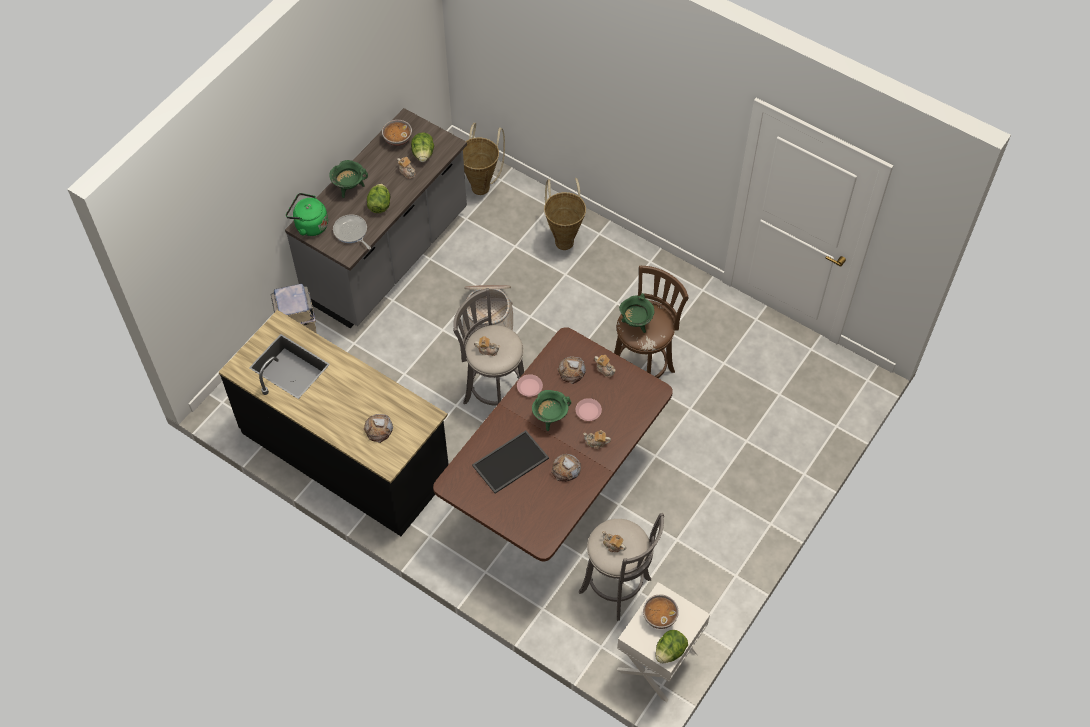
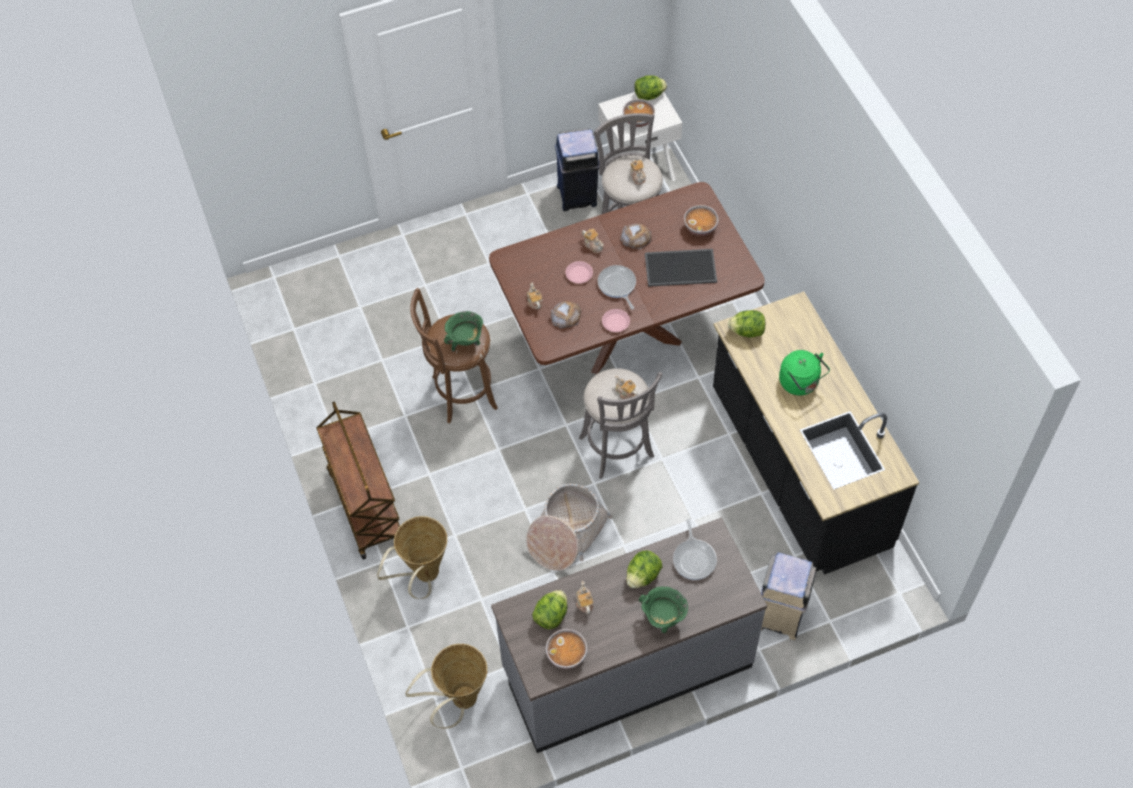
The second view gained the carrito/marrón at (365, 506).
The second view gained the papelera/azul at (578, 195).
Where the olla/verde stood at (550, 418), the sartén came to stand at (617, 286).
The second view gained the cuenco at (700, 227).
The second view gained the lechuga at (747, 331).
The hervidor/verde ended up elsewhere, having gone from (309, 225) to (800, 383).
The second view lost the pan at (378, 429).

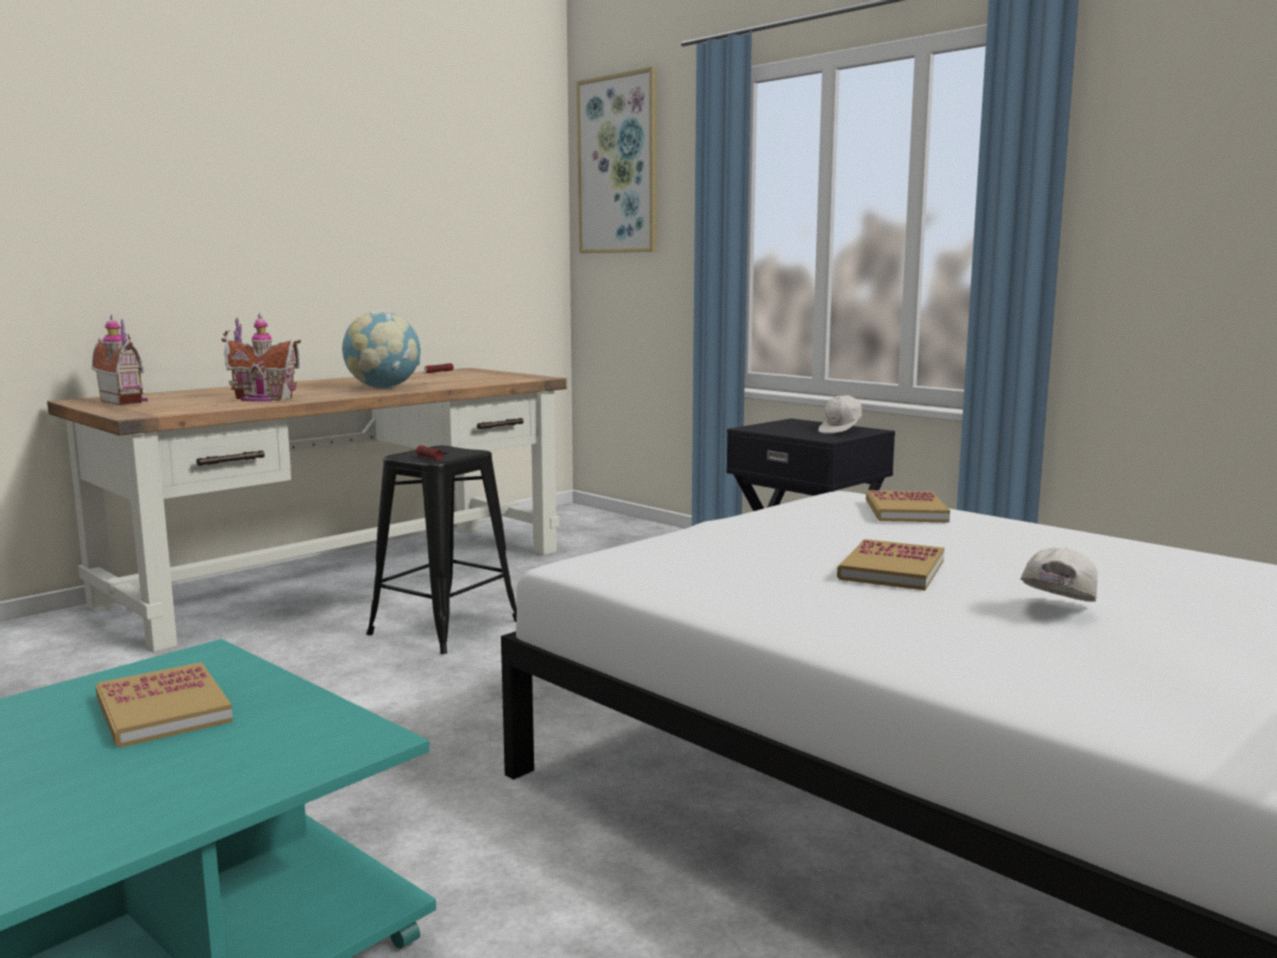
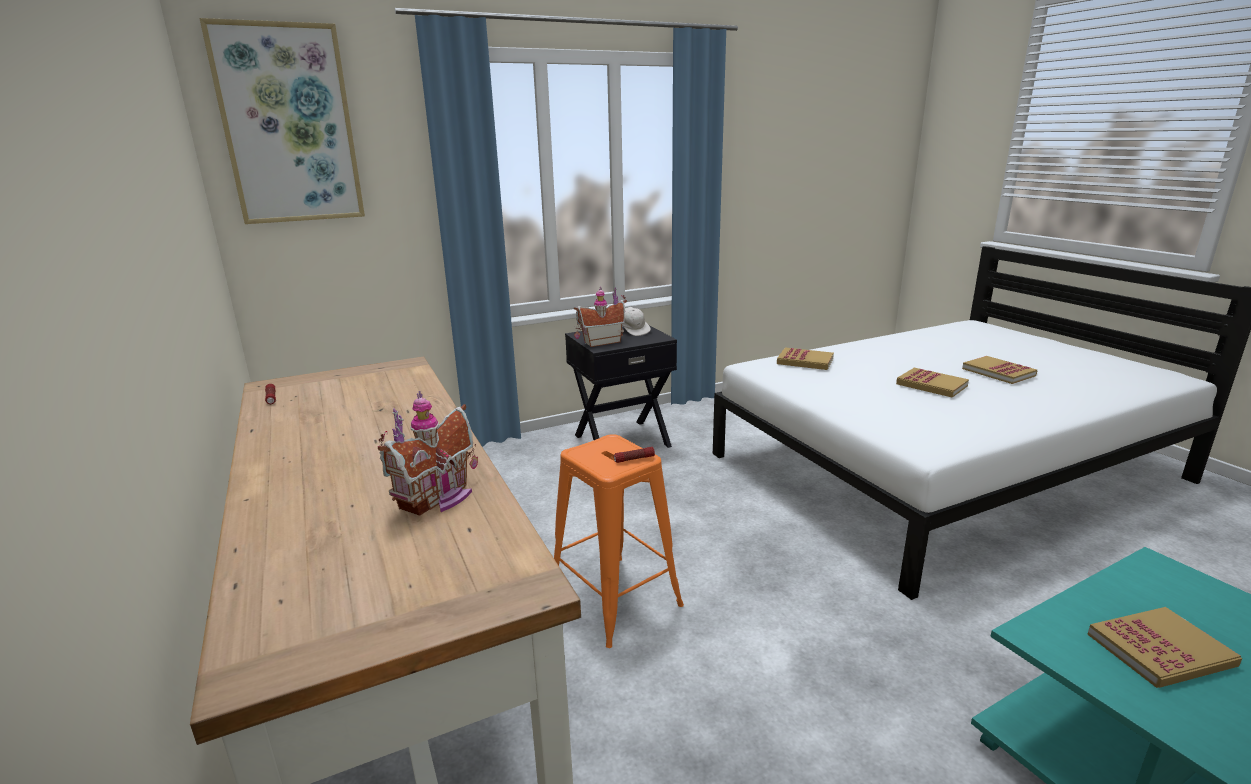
What was the taburete/negro at (445, 627) turned into the taburete/naranja at (614, 598).
The casita ended up elsewhere, having gone from (126, 401) to (600, 342).
Where the gorra/blanco stood at (1056, 610), the libro came to stand at (998, 372).
The second view lost the globo terráqueo at (383, 388).

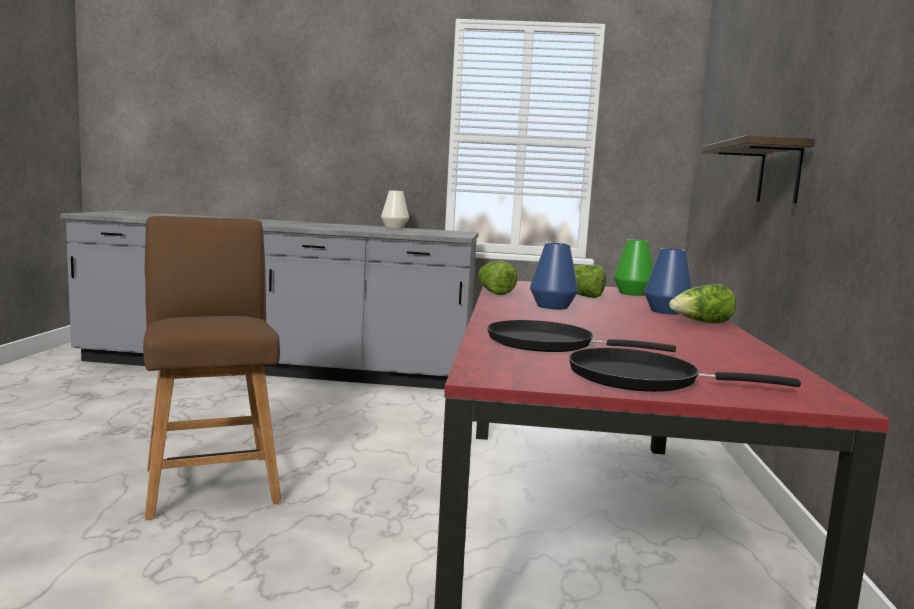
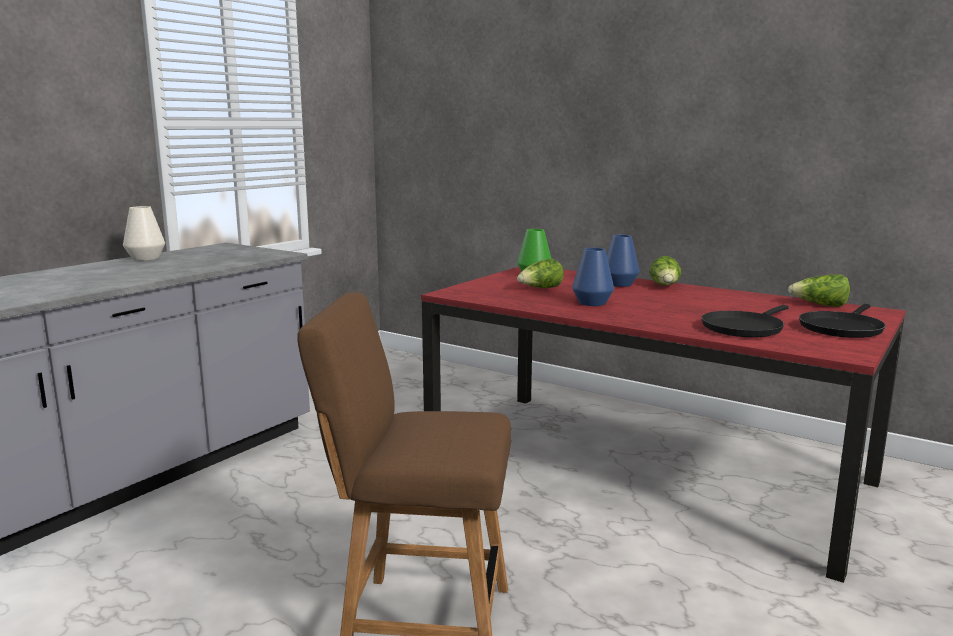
The lechuga ended up elsewhere, having gone from (494, 292) to (820, 305).
The second view lost the estante at (779, 173).

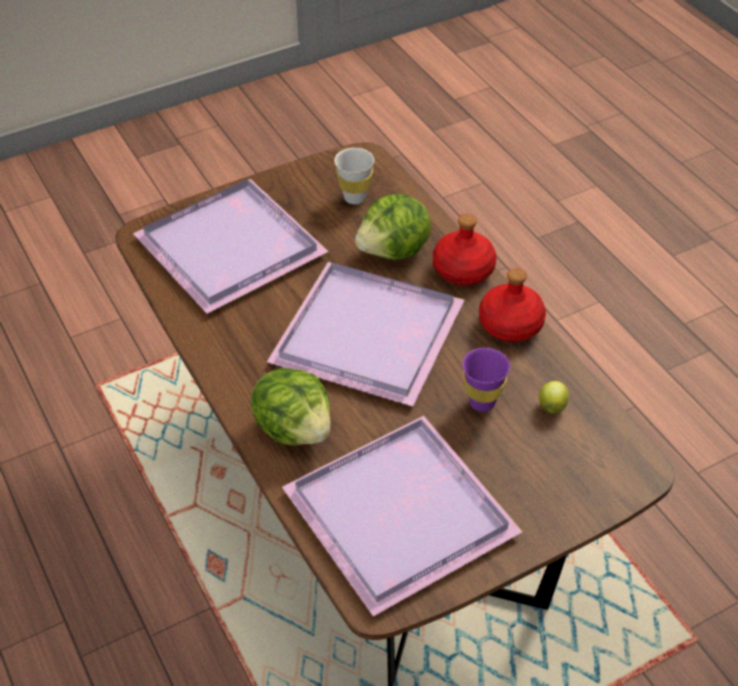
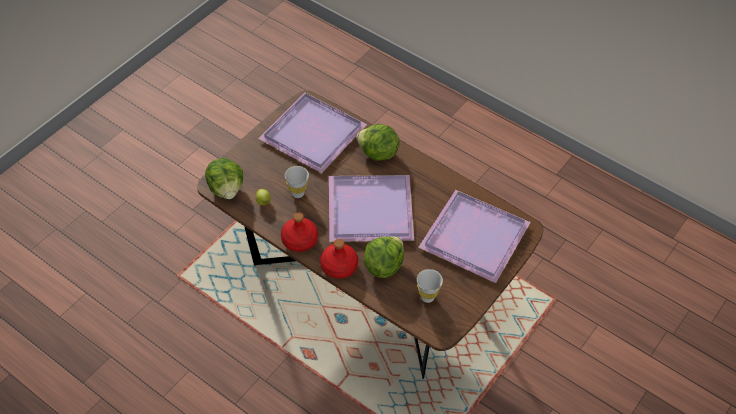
The second view gained the lechuga at (226, 189).
What was the taza/morado at (482, 402) turned into the taza/blanco at (297, 193).

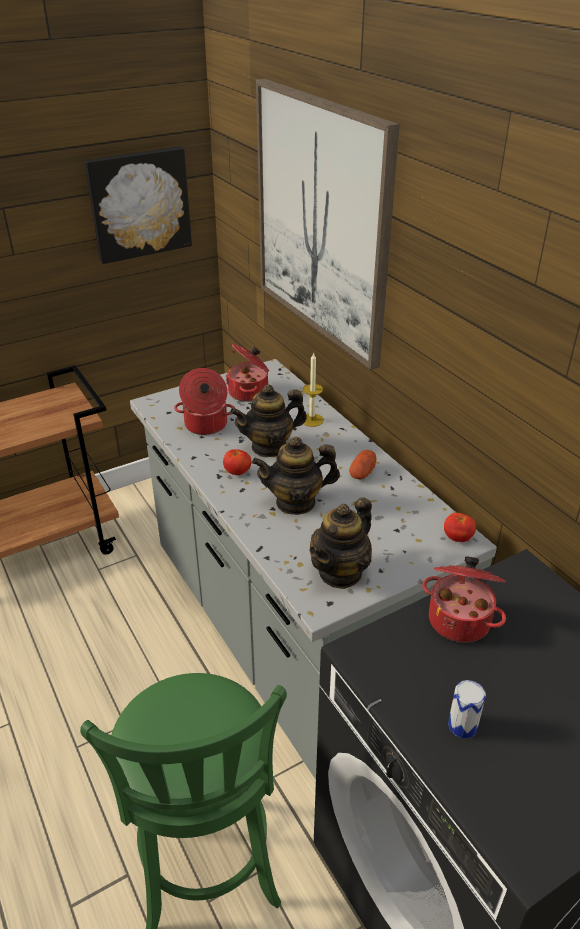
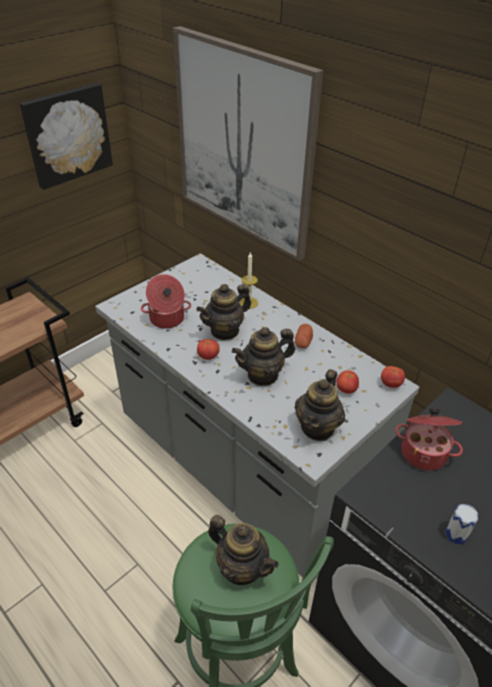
The second view gained the tetera at (241, 567).
The second view gained the tomate at (346, 390).
The second view lost the olla at (249, 392).

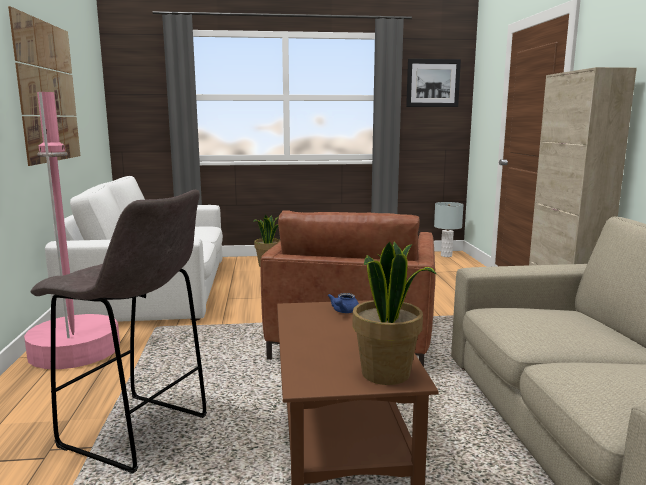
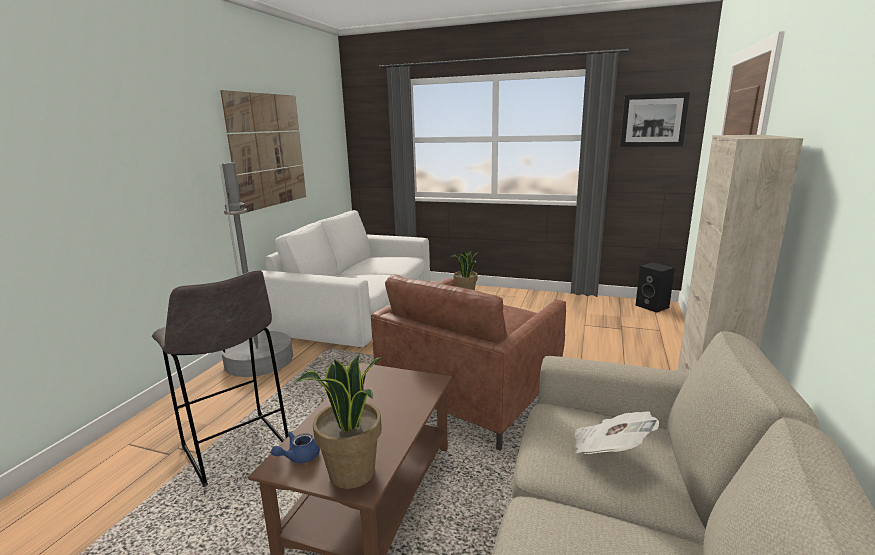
What was the lámpara de pie/rosa at (74, 351) turned into the lámpara de pie/gris at (259, 361).
The tetera/azul ended up elsewhere, having gone from (343, 311) to (299, 457).
The second view gained the periódico at (609, 449).
Where the lámpara de mesa/gris stood at (446, 255), the altavoz/negro came to stand at (653, 306).

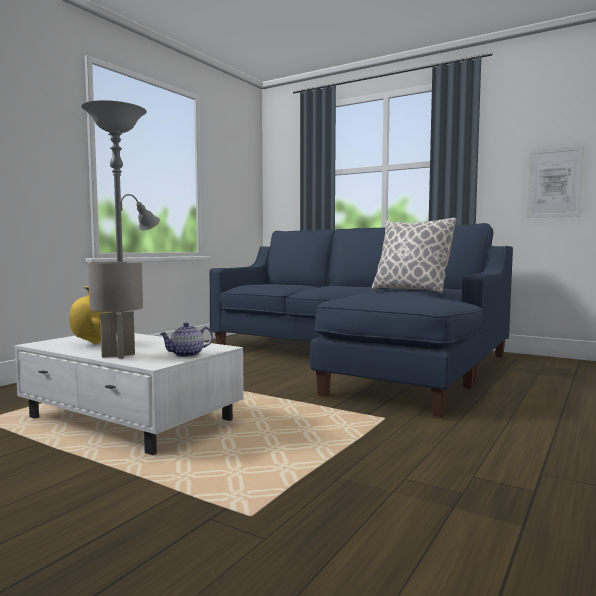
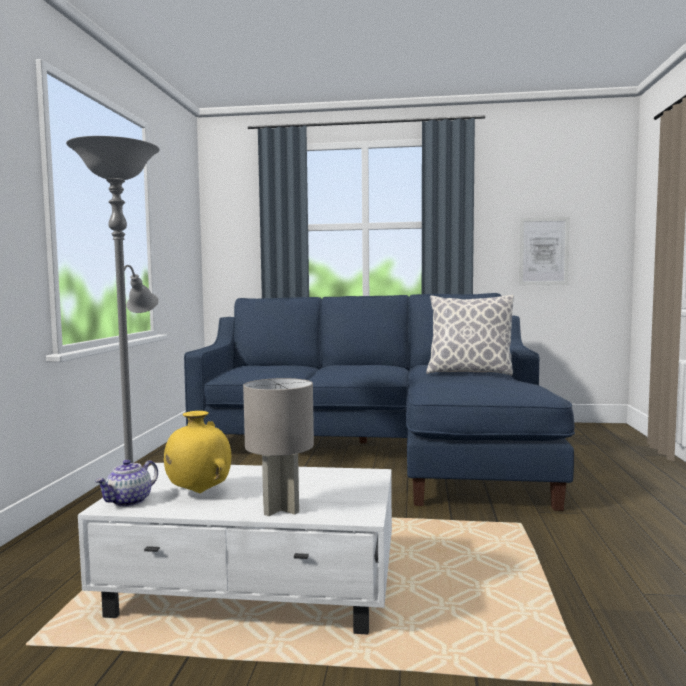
The tetera ended up elsewhere, having gone from (187, 354) to (129, 501).

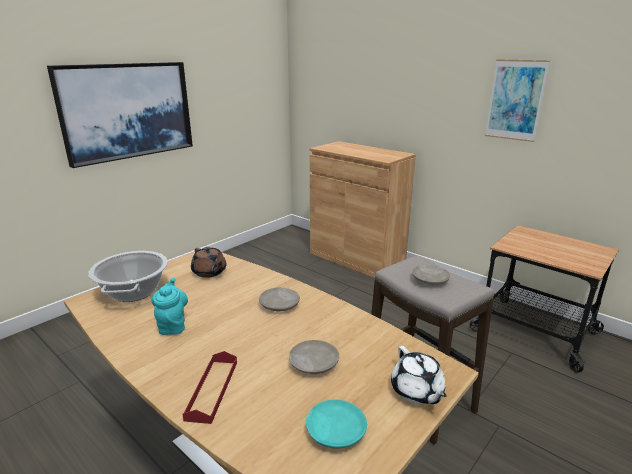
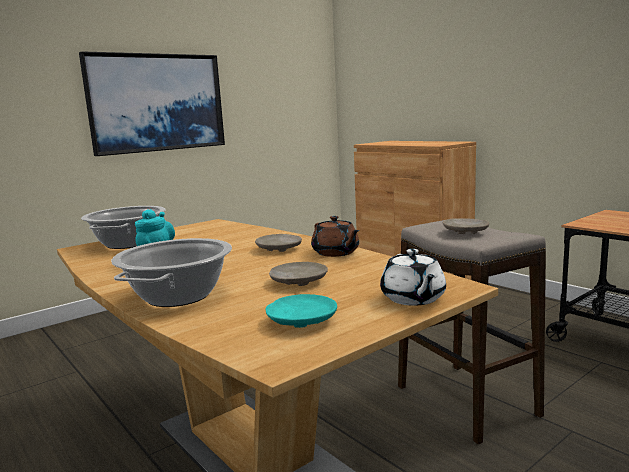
Where the bandeja/rojo stood at (212, 389), the olla came to stand at (178, 296).
The tetera/marrón ended up elsewhere, having gone from (209, 272) to (336, 253).
The second view lost the cuadro at (515, 100).

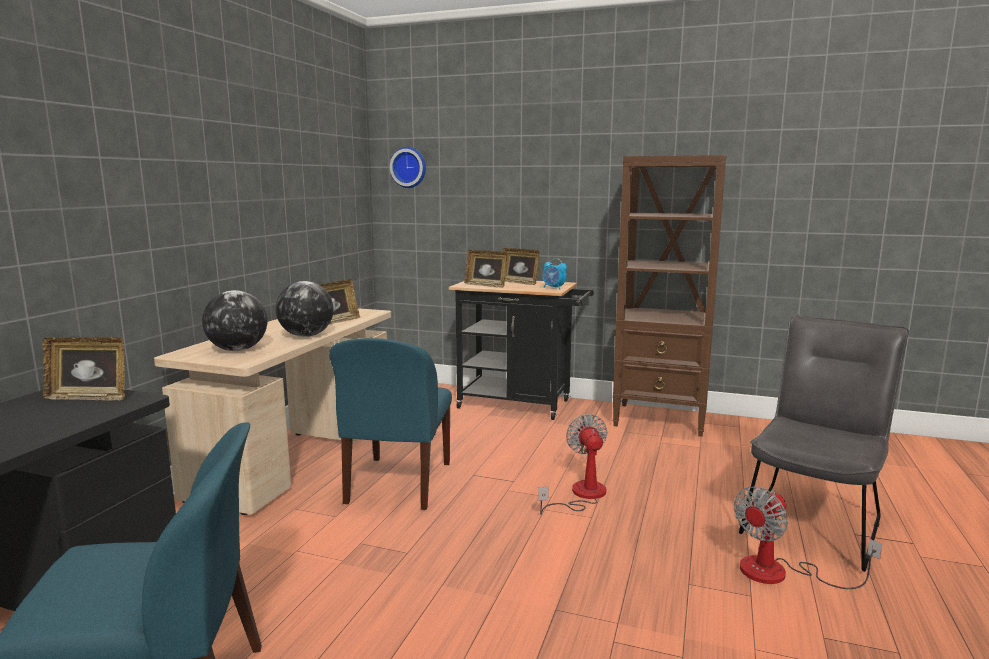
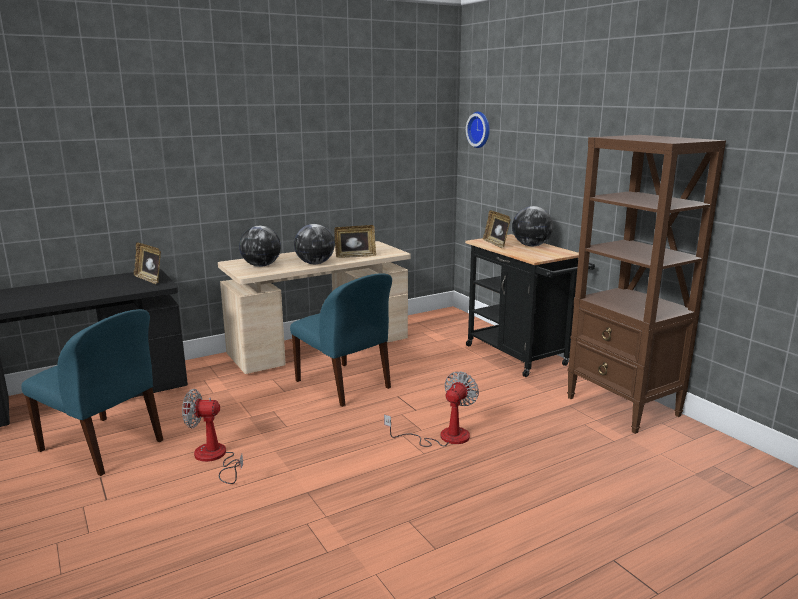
The ventilador ended up elsewhere, having gone from (780, 573) to (215, 458).
The silla/azul at (398, 484) ended up facing another way, 90 degrees counterclockwise from before.
Where the portarretratos stood at (519, 282), the globo terráqueo came to stand at (531, 245).
The second view lost the despertador at (554, 288).
The second view lost the silla/gris at (814, 521).

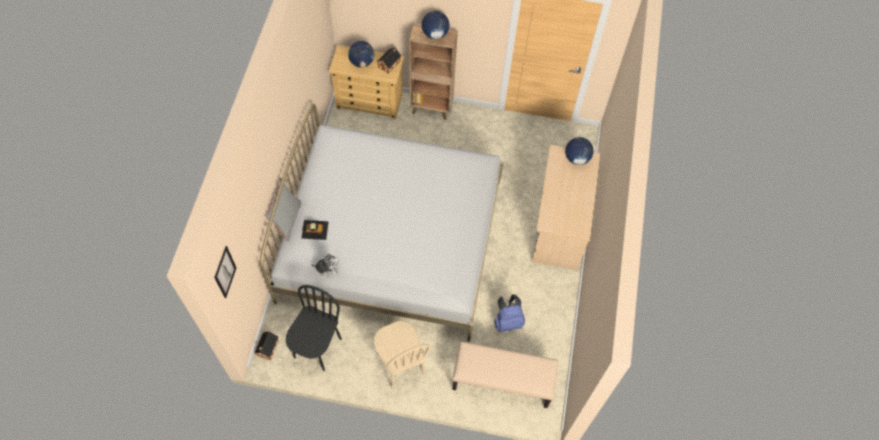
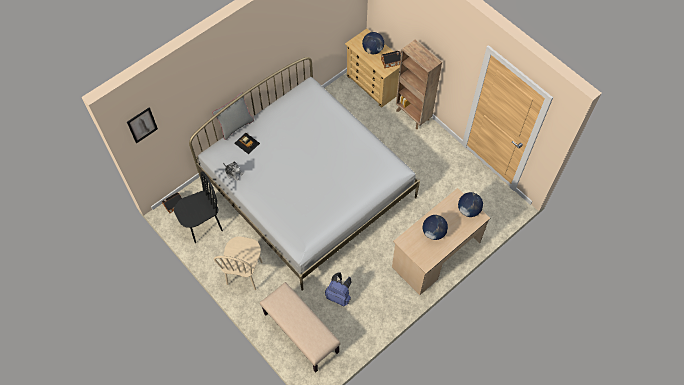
The globo terráqueo ended up elsewhere, having gone from (435, 34) to (433, 232).

